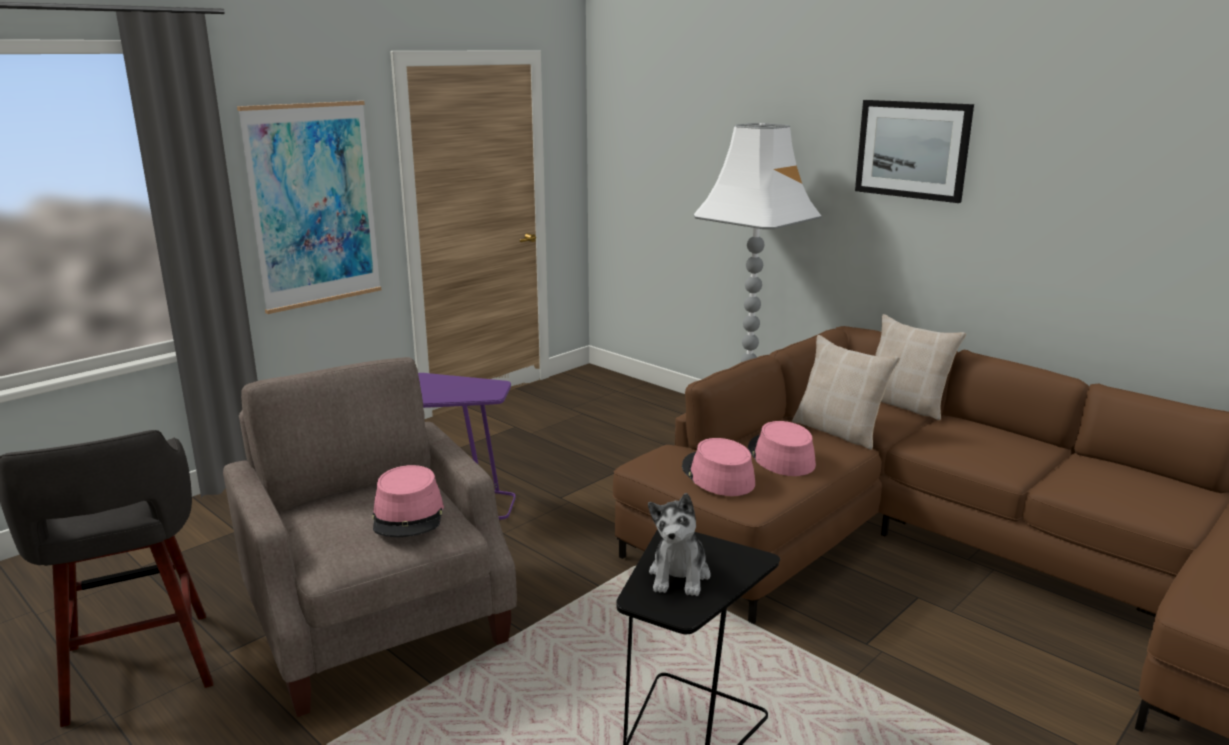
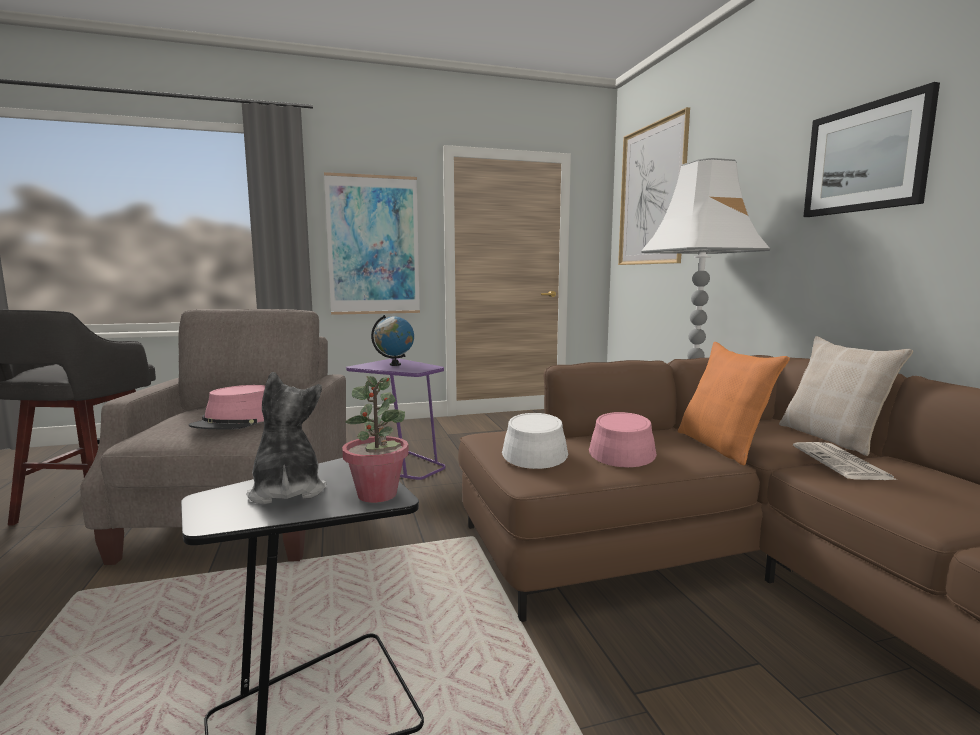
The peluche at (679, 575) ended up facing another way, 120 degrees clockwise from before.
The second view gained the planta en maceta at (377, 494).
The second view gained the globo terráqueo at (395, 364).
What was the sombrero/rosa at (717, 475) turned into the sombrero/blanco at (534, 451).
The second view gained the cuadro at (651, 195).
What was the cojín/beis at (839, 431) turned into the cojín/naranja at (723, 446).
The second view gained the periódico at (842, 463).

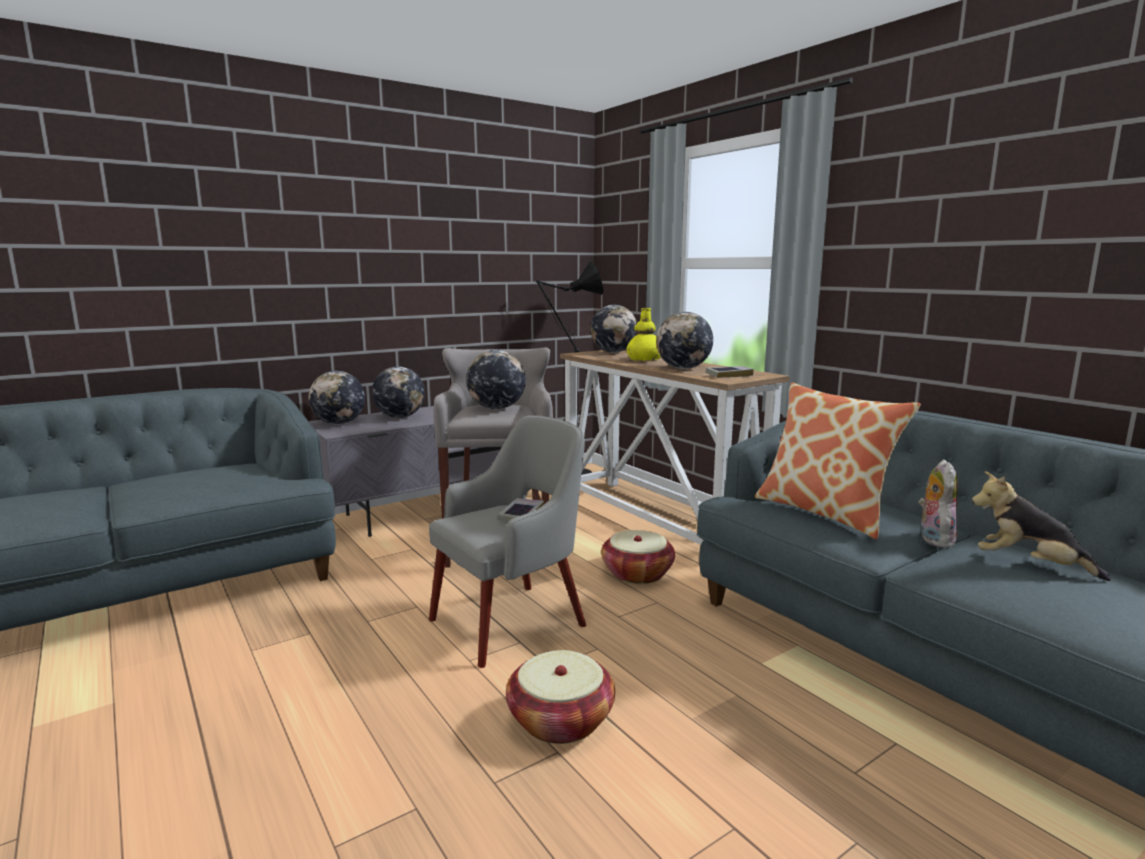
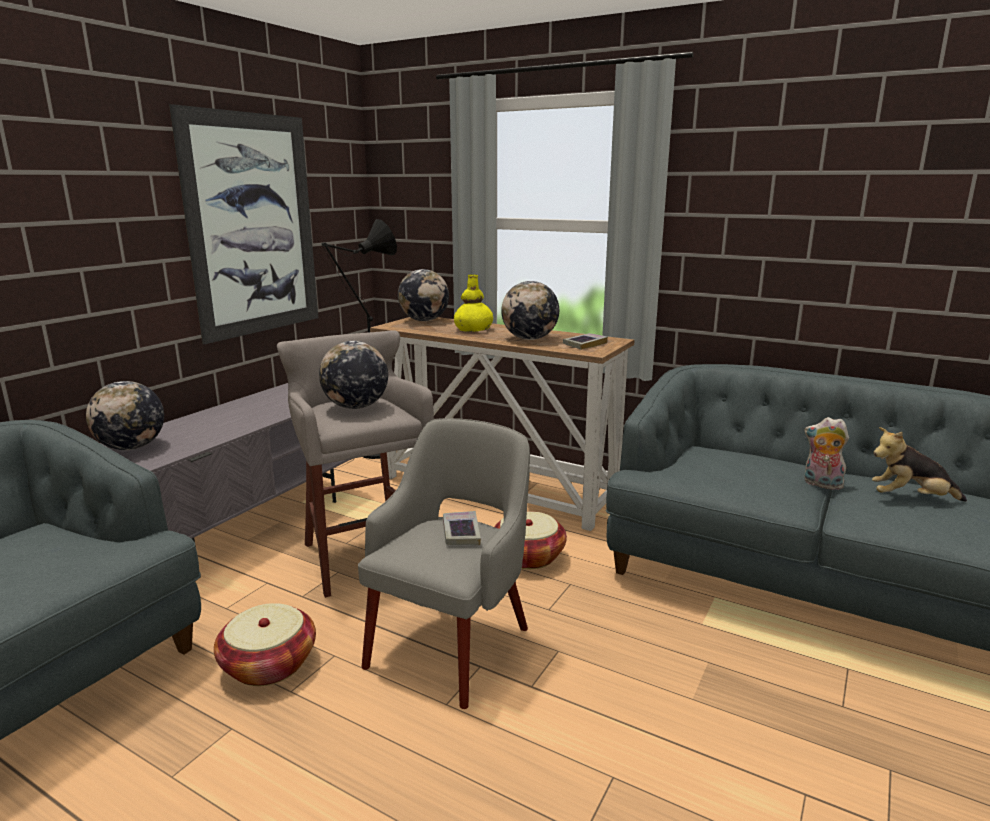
The second view gained the cuadro at (253, 226).
The cesta ended up elsewhere, having gone from (560, 720) to (268, 665).
The peluche at (933, 539) ended up facing another way, 45 degrees counterclockwise from before.
The second view lost the globo terráqueo at (399, 417).
The second view lost the cojín at (825, 512).

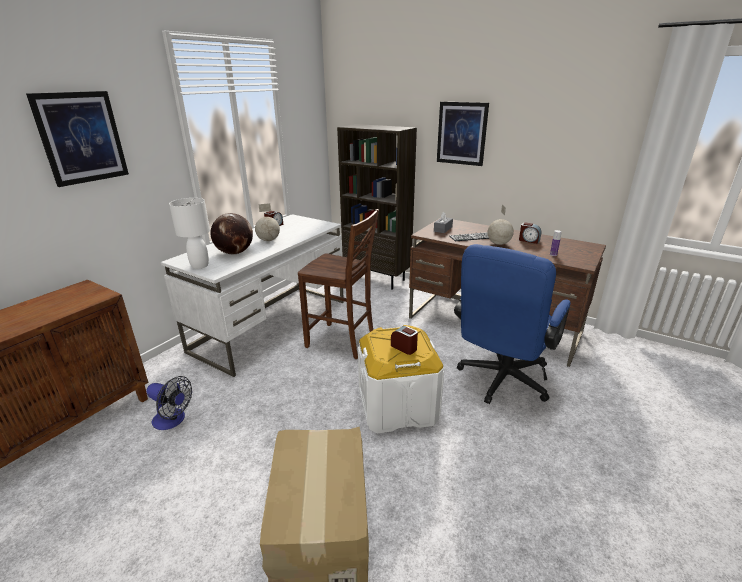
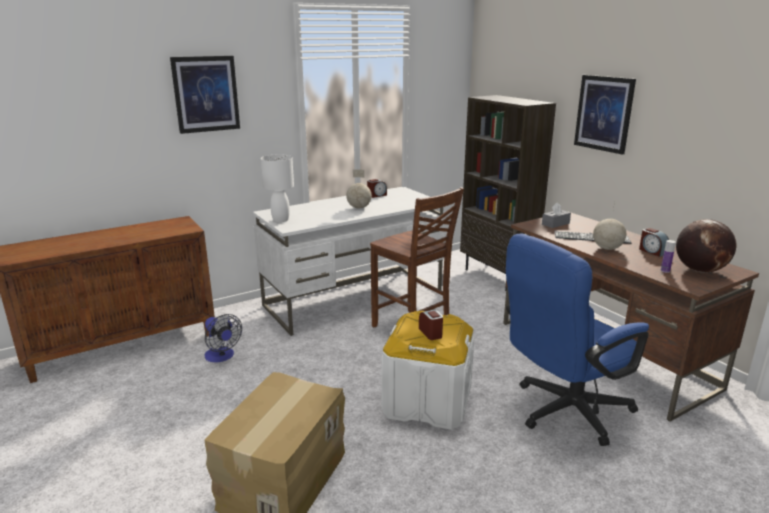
The globo terráqueo ended up elsewhere, having gone from (235, 253) to (699, 270).

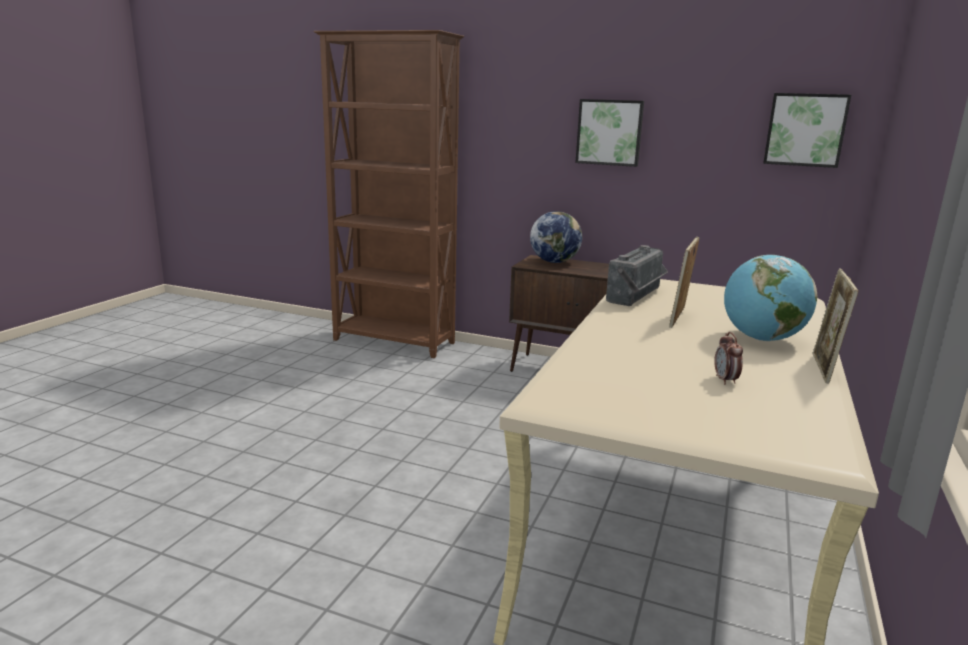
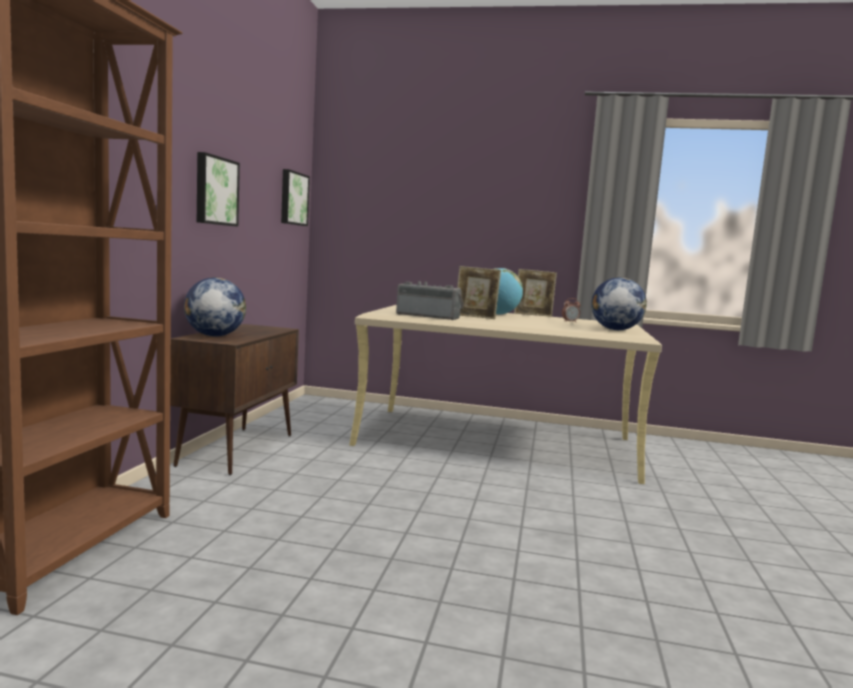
The second view gained the globo terráqueo at (615, 330).

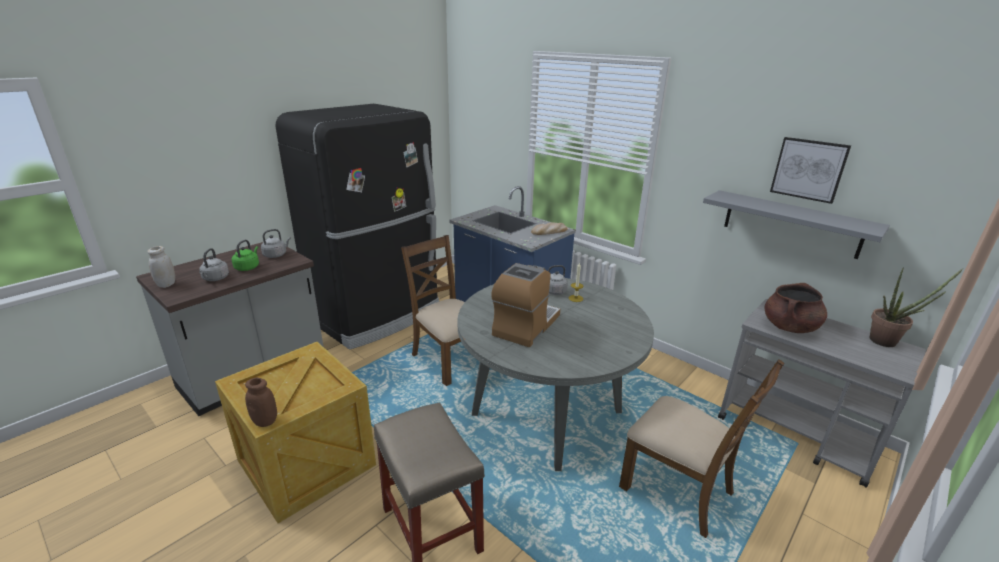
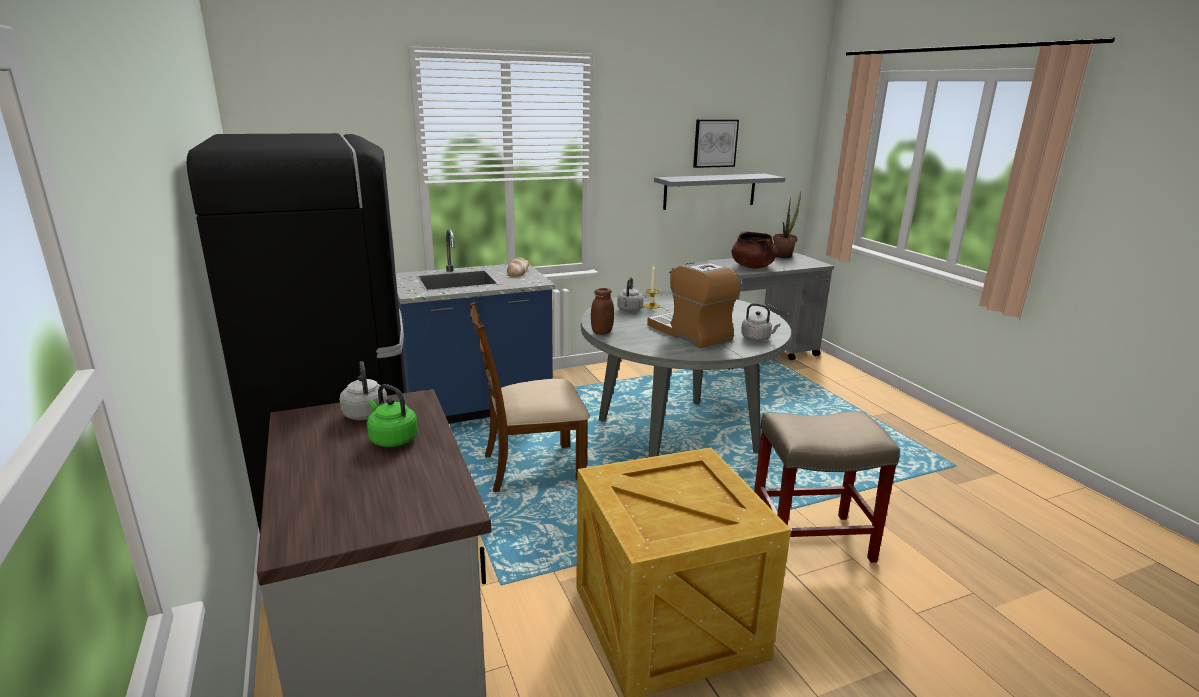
The tarro/marrón ended up elsewhere, having gone from (265, 421) to (601, 332).
The hervidor/gris ended up elsewhere, having gone from (215, 279) to (757, 338).
The second view lost the tarro/blanco at (166, 284).
The second view lost the silla/marrón at (678, 490).

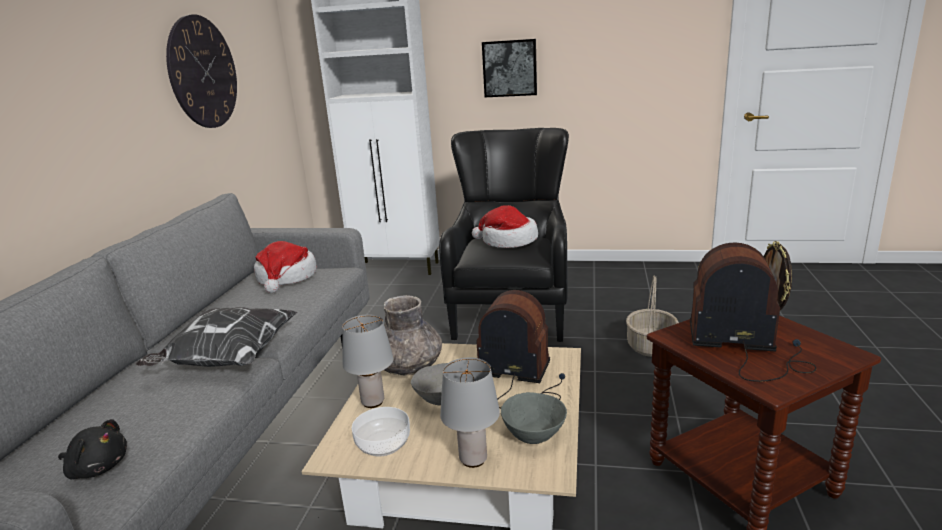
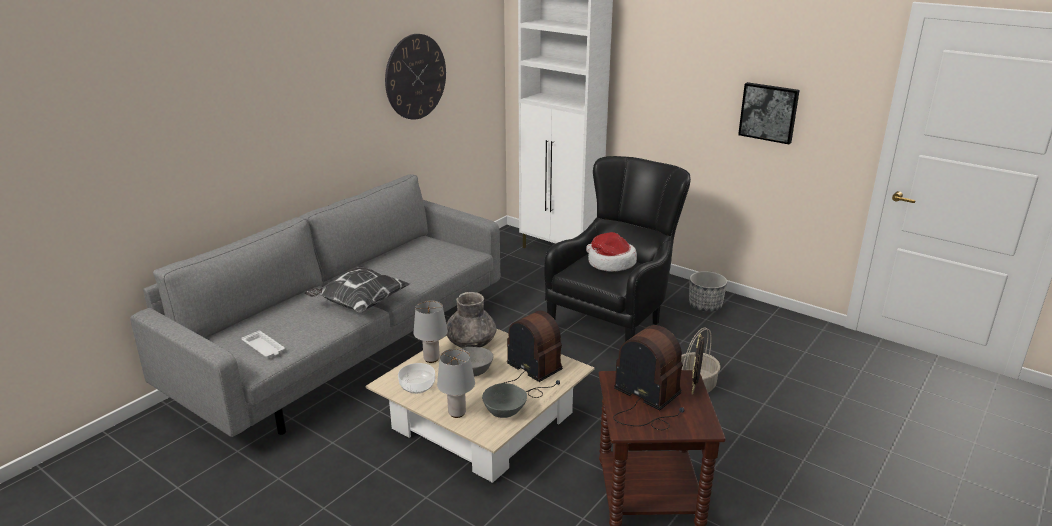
Where the peluche/negro stood at (98, 468), the bandeja/blanco came to stand at (264, 348).
The second view gained the maceta at (705, 306).
The cuadro ended up elsewhere, having gone from (510, 68) to (769, 112).
The second view lost the sombrero at (286, 278).

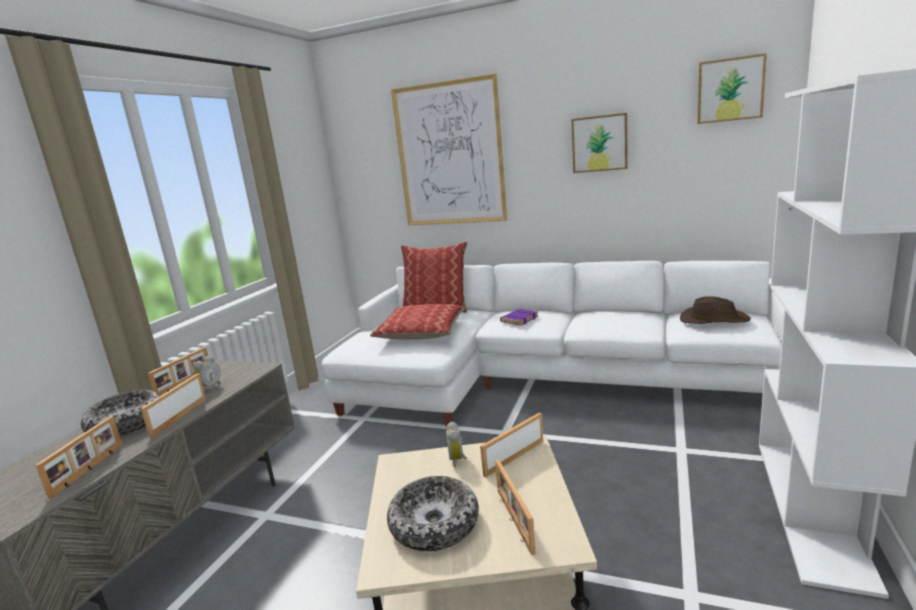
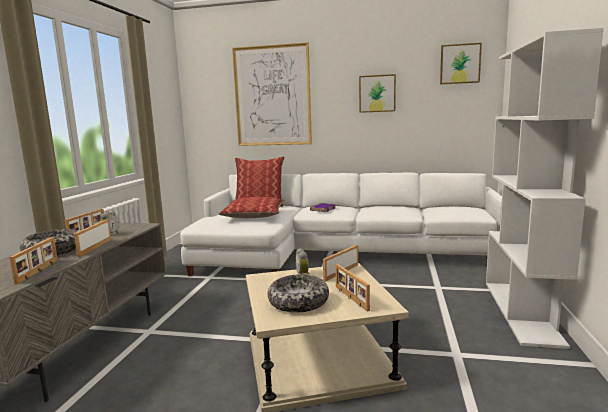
The second view lost the sombrero/marrón at (713, 320).

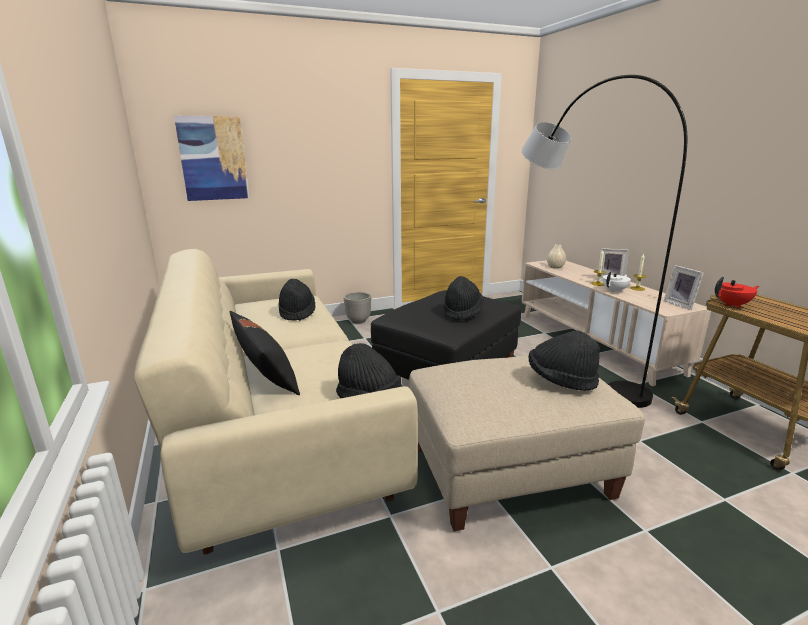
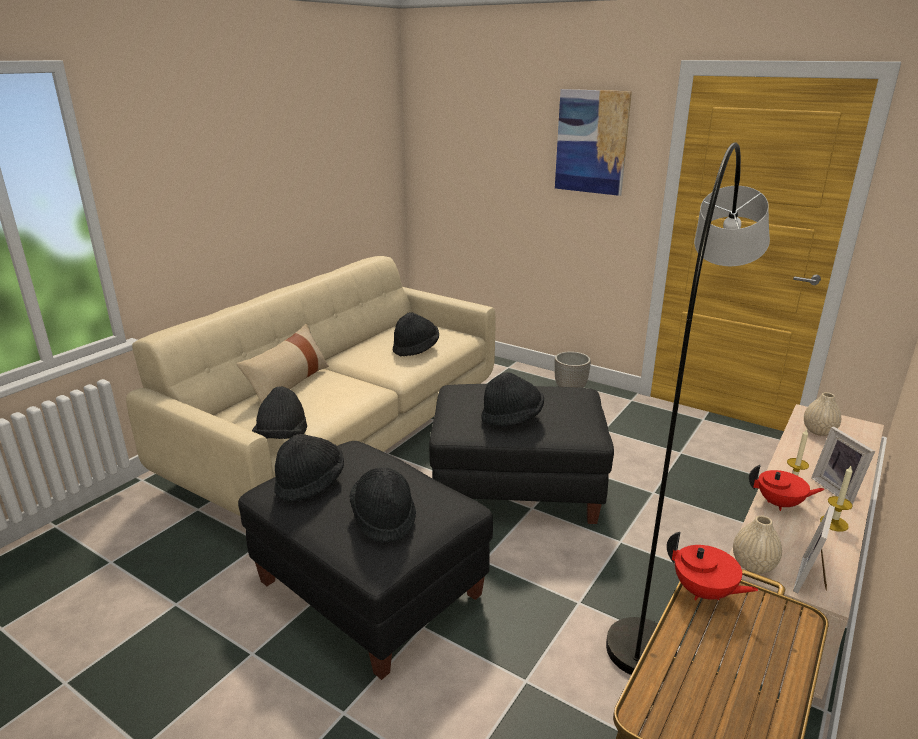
What was the cojín/negro at (265, 373) turned into the cojín/beis at (289, 385).
What was the puf/beis at (510, 472) turned into the puf/negro at (369, 590).
The second view gained the sombrero/negro at (310, 483).
The cuadro ended up elsewhere, having gone from (213, 158) to (591, 142).
The second view gained the florero/beis at (753, 565).
What was the tetera/blanco at (615, 291) turned into the tetera/rojo at (780, 504).

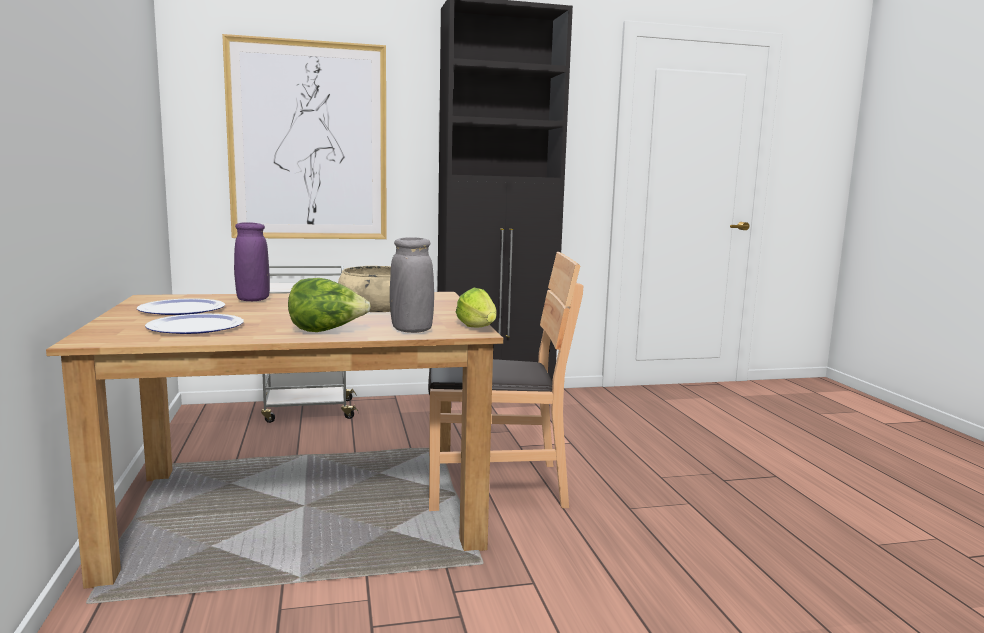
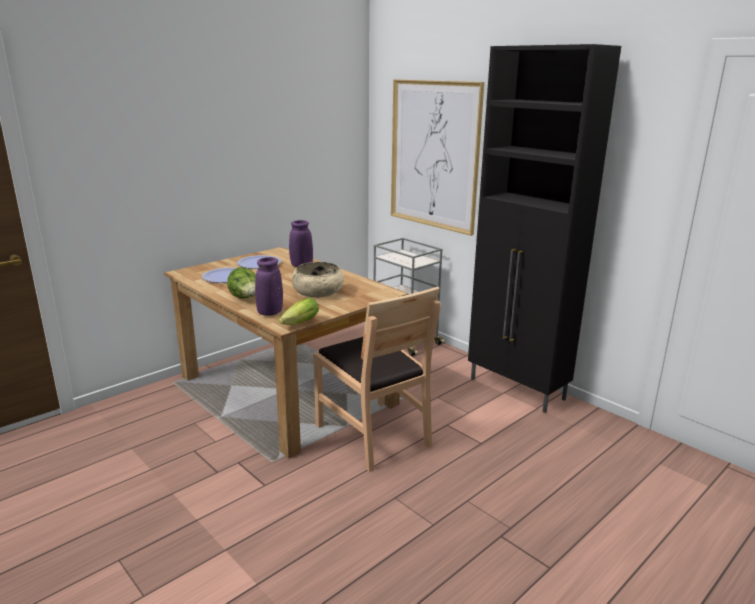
What was the florero/gris at (411, 330) turned into the florero/morado at (270, 312).

